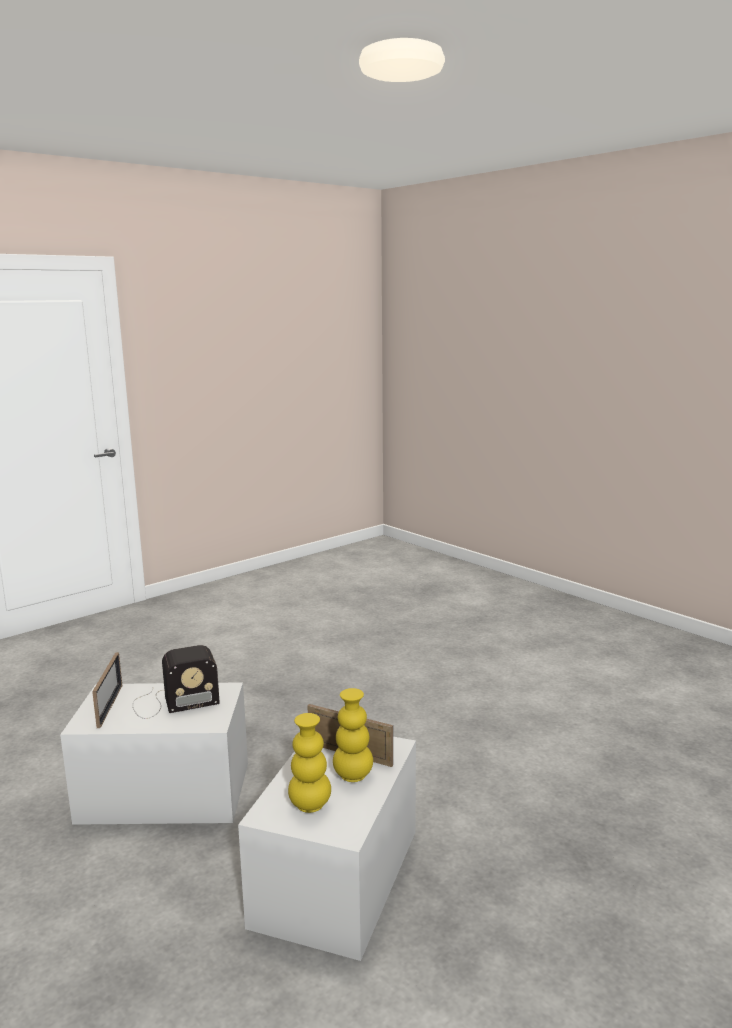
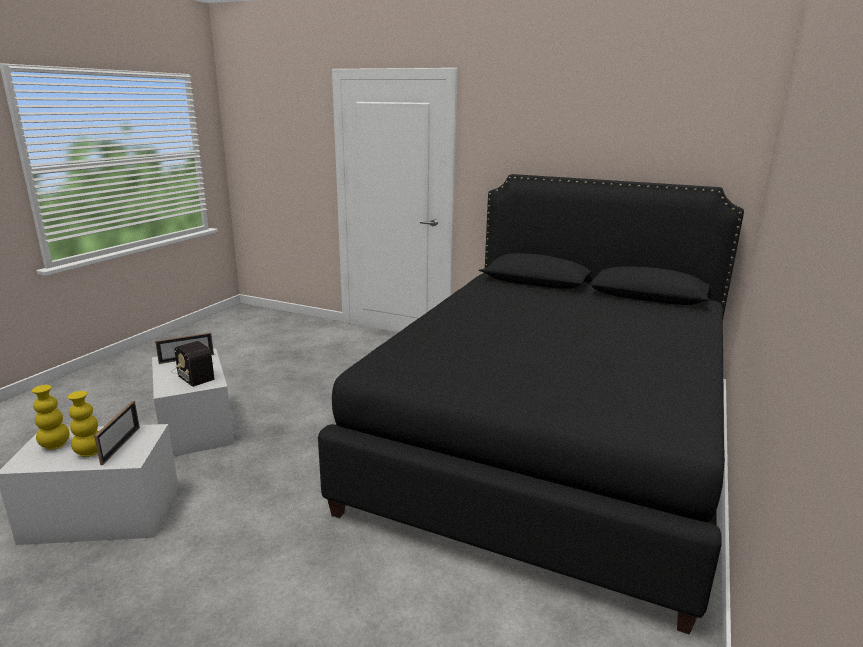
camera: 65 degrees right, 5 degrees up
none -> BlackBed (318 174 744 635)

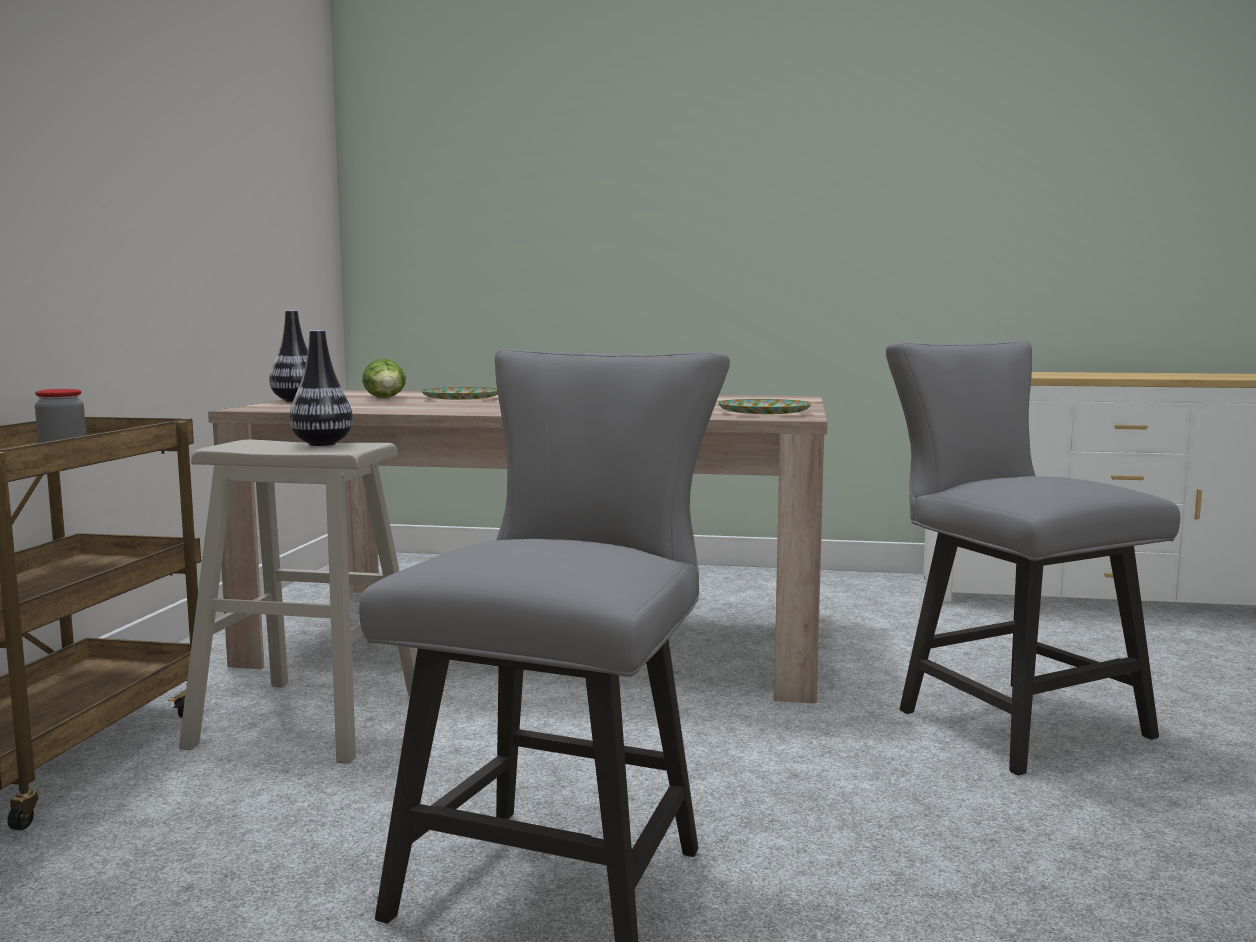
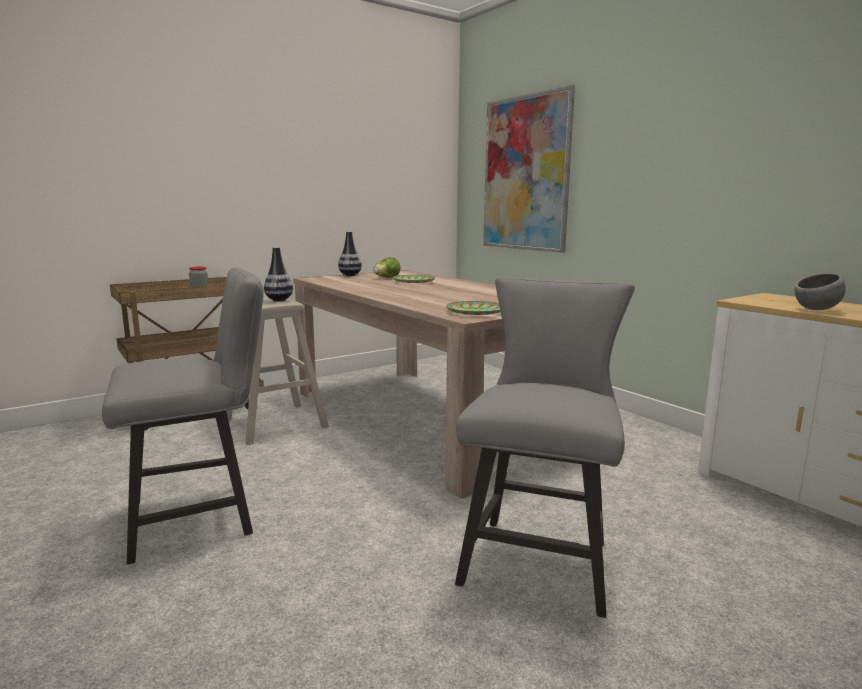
camera: 45 degrees right, 5 degrees up
none -> Picture (483 85 575 253)
none -> GreyBowl (794 273 846 310)

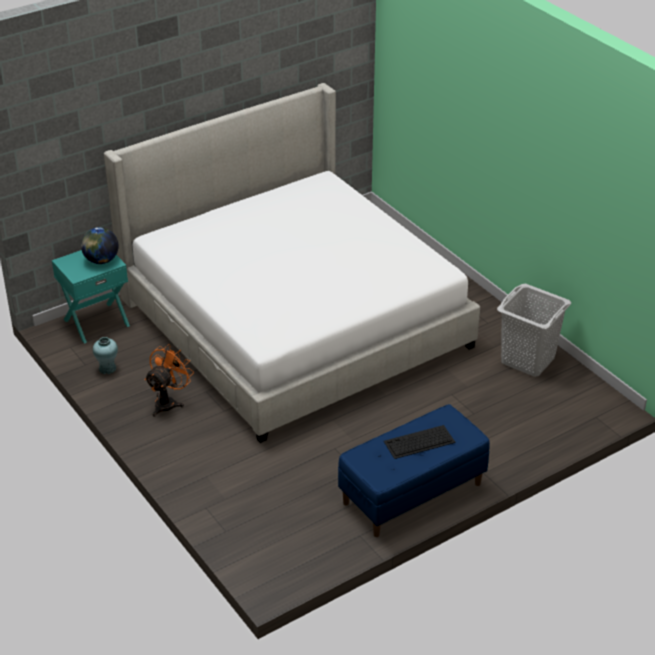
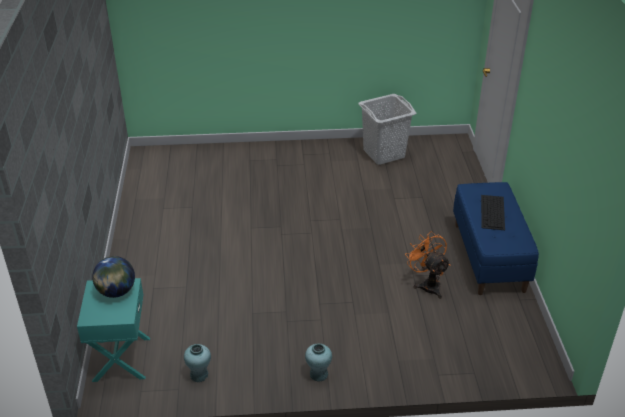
camera: 60 degrees left, 0 degrees up
Bed (104 83 480 443) -> none
none -> TurquoiseVase (305 343 332 382)
OrangeFan (144 344 194 417) -> OrangeFan (405 231 450 299), moved

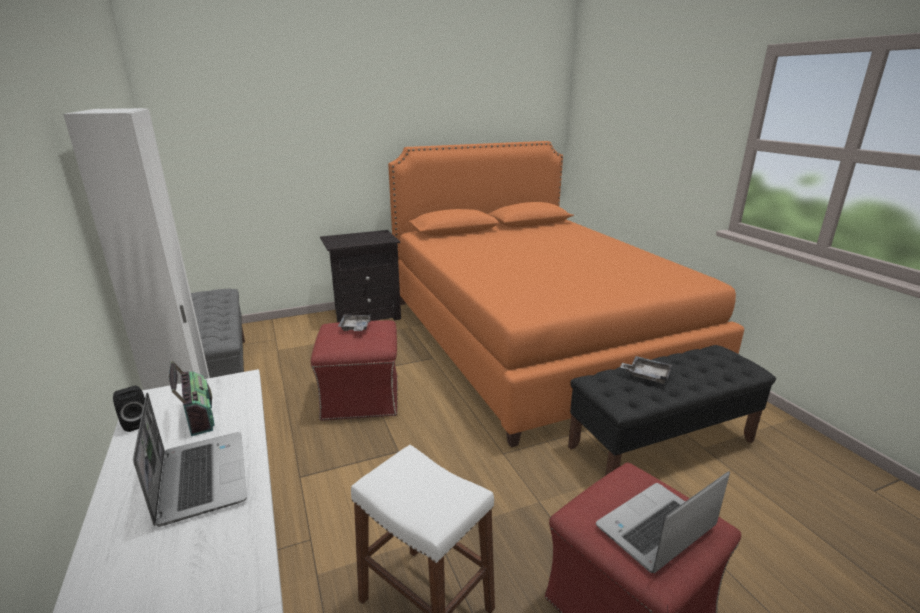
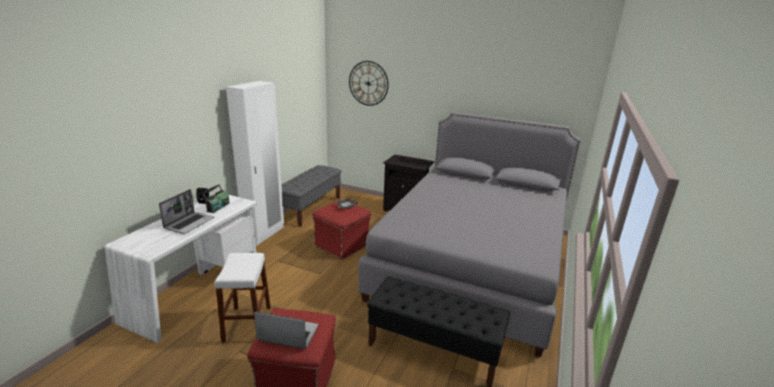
camera: 45 degrees right, 0 degrees up
GreyTray (620 356 672 384) -> none
none -> WallClock (349 61 389 106)
OrangeBed (388 141 744 447) -> GreyBed (358 112 581 357)

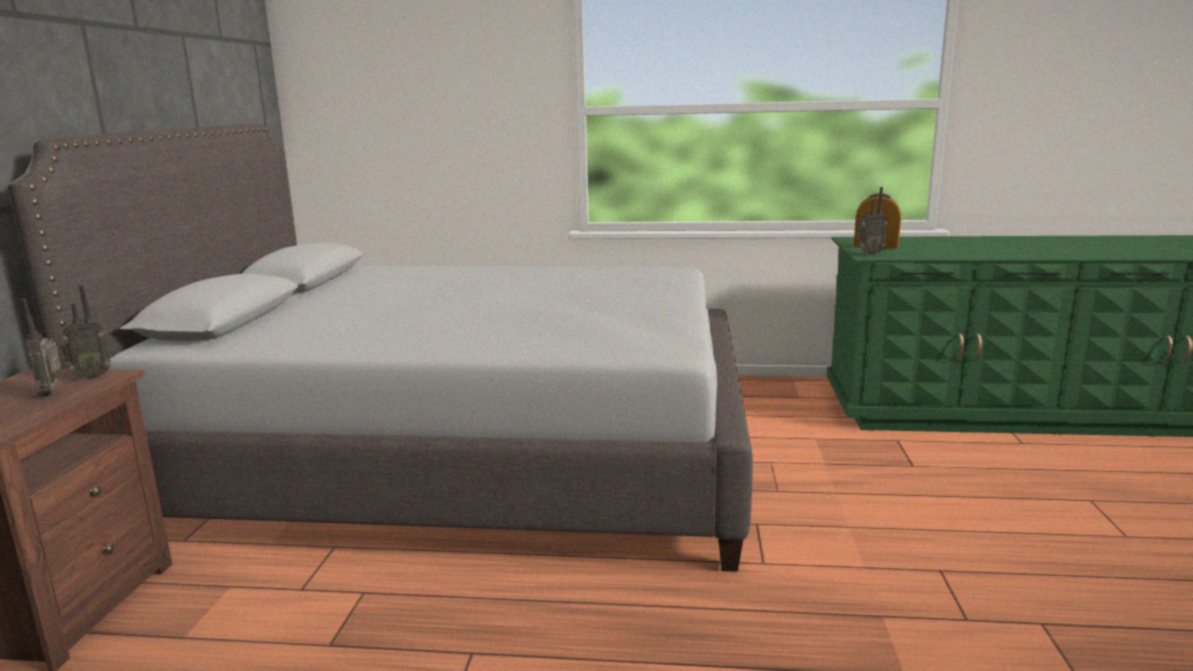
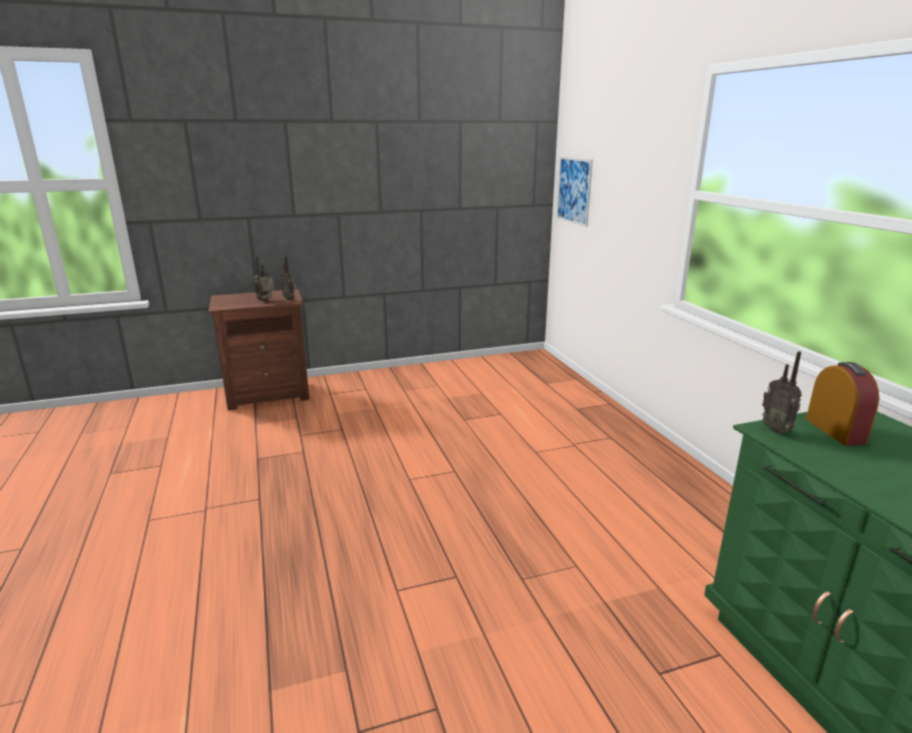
camera: 65 degrees right, 5 degrees up
GreyBed (7 124 753 572) -> none
none -> Picture (556 157 593 227)

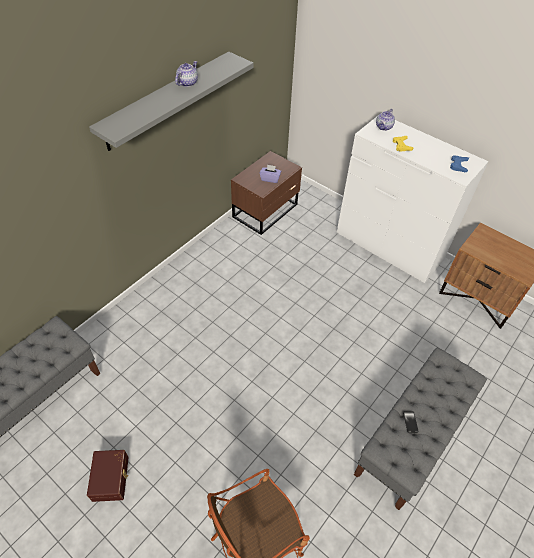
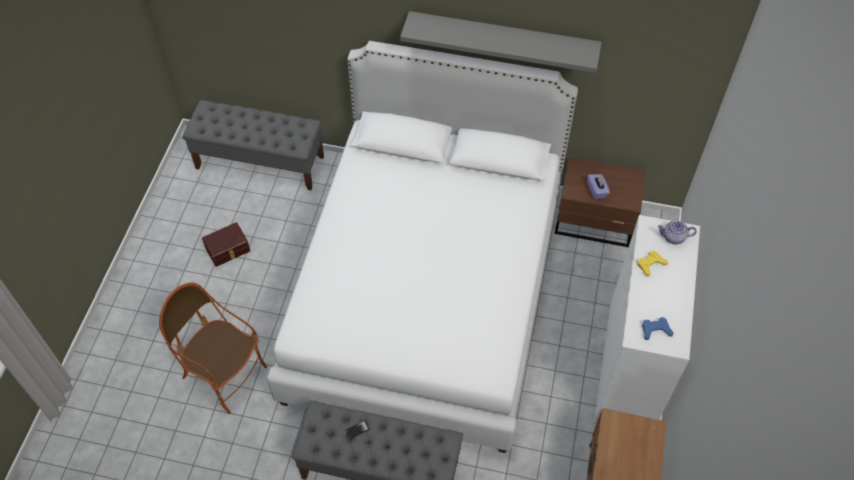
camera: 65 degrees right, 5 degrees up
Teapot (175 61 198 87) -> none
none -> WhiteBed (267 41 578 453)

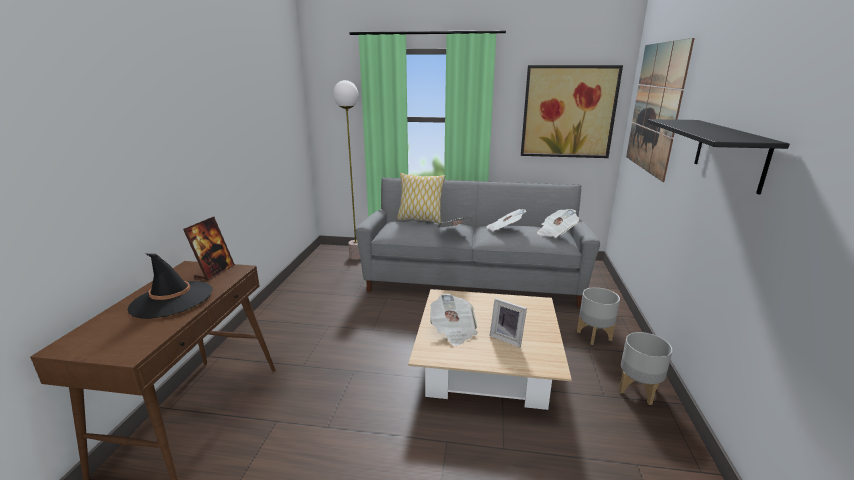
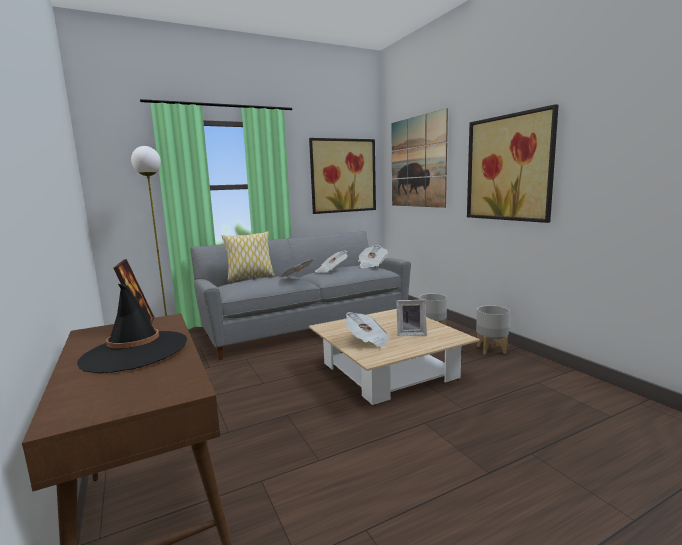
camera: 35 degrees left, 10 degrees down
BlackShelf (647 119 789 195) -> Picture (467 104 559 223)

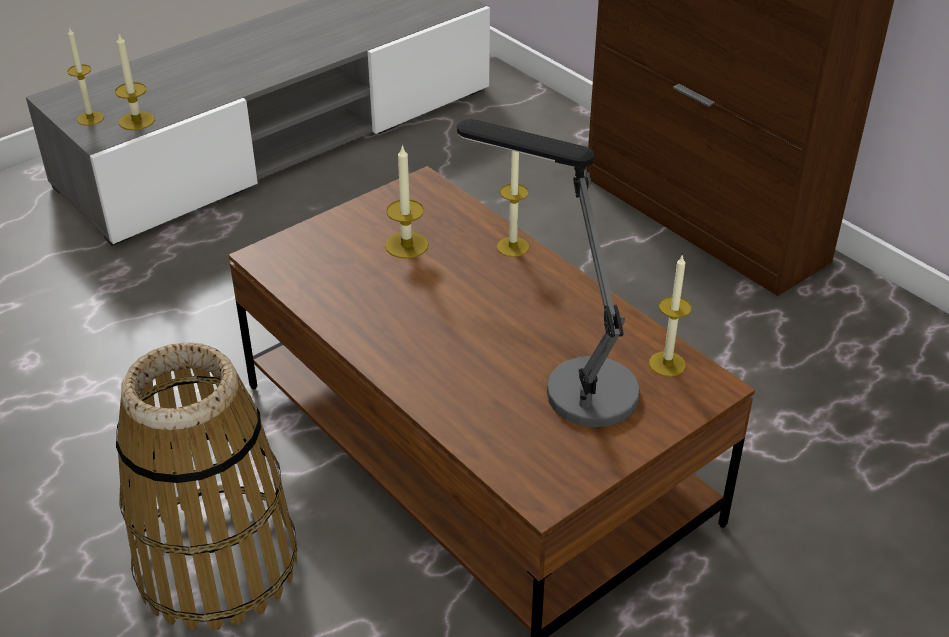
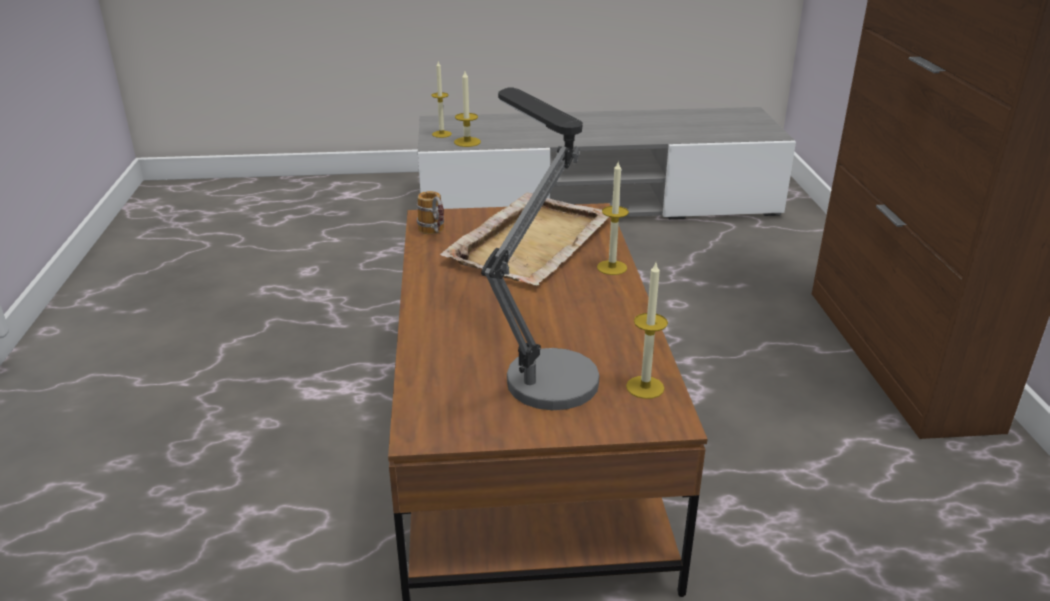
camera: 35 degrees right, 10 degrees down
Basket (116 342 297 630) -> none
none -> Mug (417 191 444 234)
Candle (385 145 429 259) -> BeigeTray (440 193 608 286)

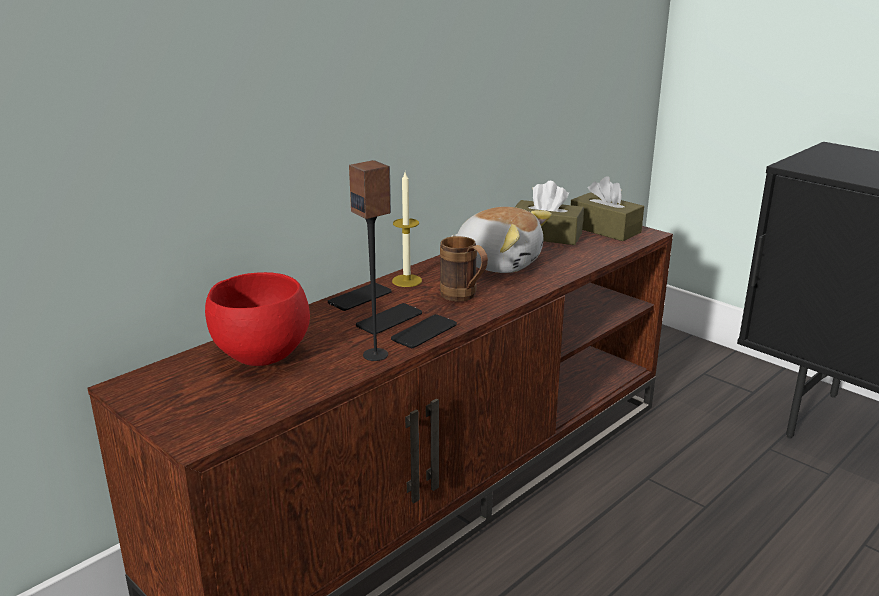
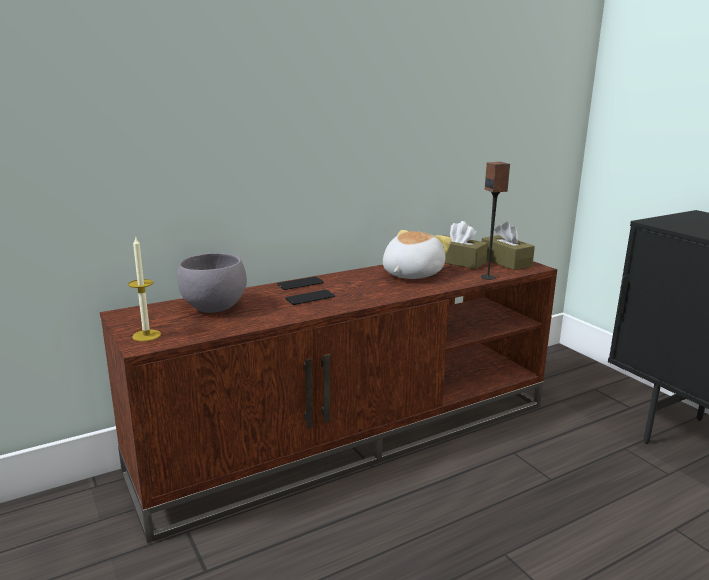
camera: 15 degrees right, 5 degrees down
Phone (391 314 457 348) -> none
BrownMug (440 236 488 302) -> none
Speaker (349 160 391 361) -> Speaker (481 162 510 280), moved
Candle (392 172 422 287) -> Candle (128 236 161 341), moved
RedBowl (205 272 310 366) -> GreyBowl (177 253 247 313)
PlushToy (451 207 552 273) -> PlushToy (383 230 452 279), 105 degrees counterclockwise

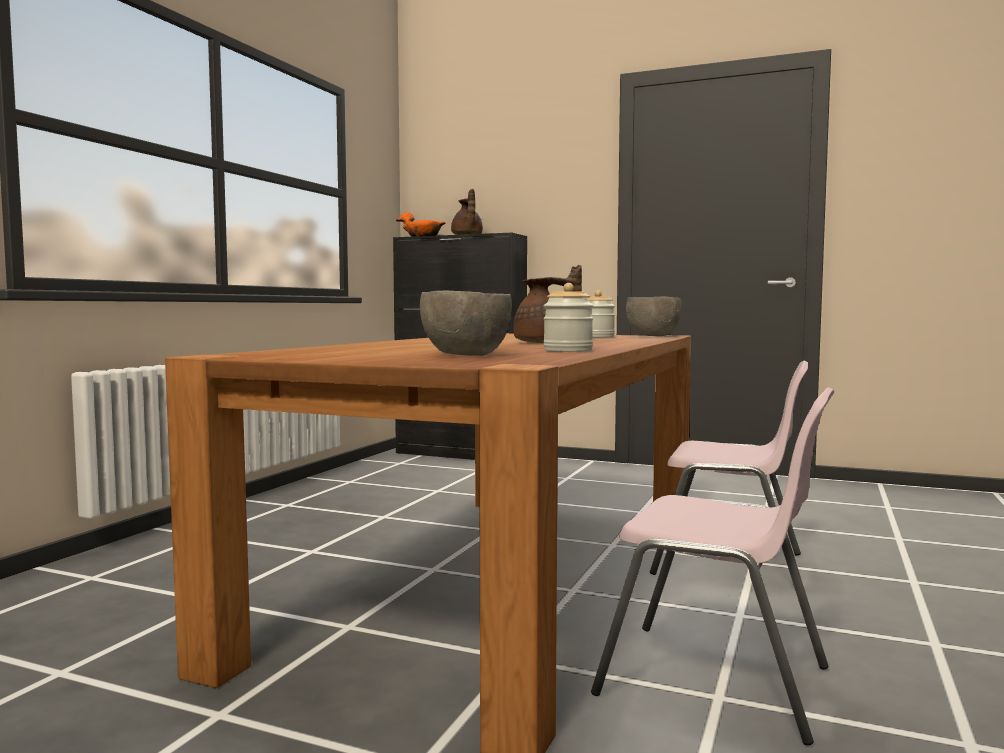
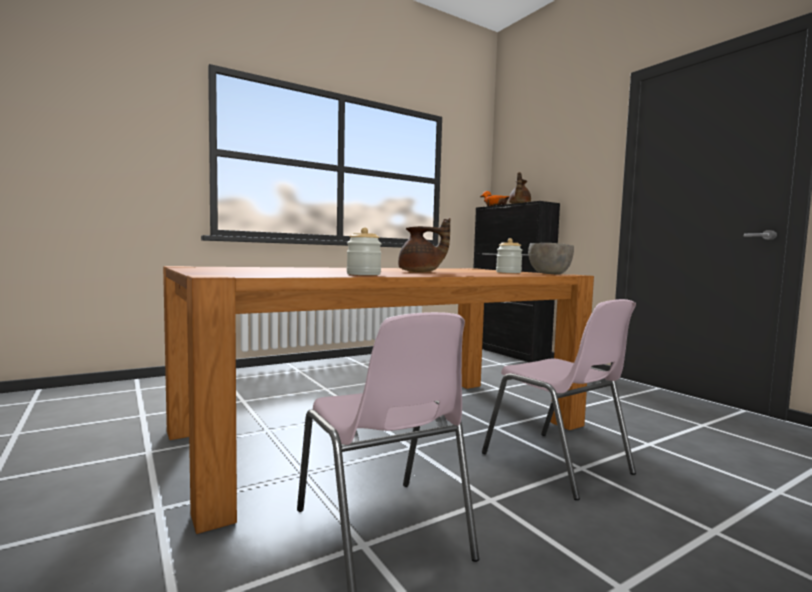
camera: 35 degrees right, 0 degrees up
GreyBowl (420 291 512 356) -> none

